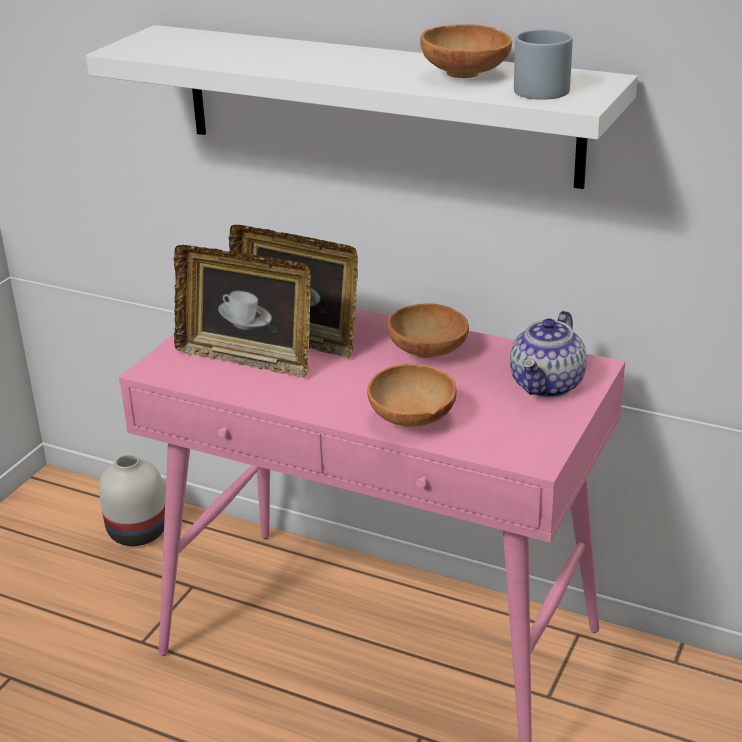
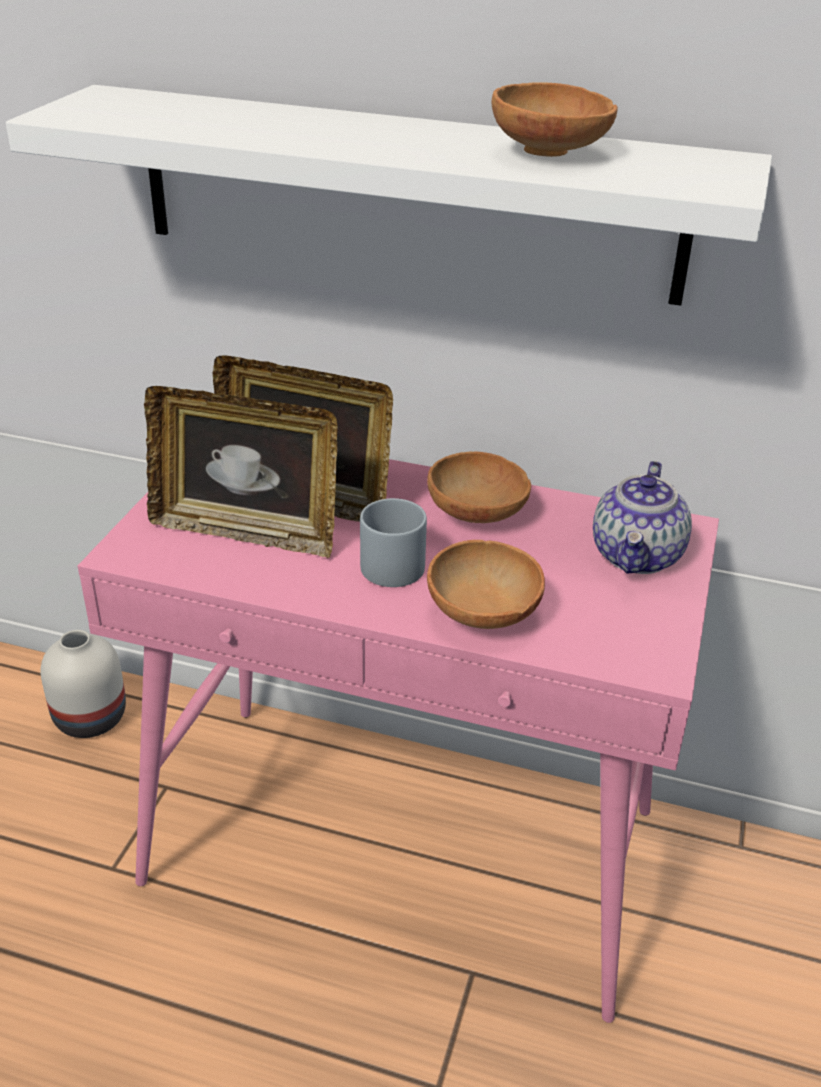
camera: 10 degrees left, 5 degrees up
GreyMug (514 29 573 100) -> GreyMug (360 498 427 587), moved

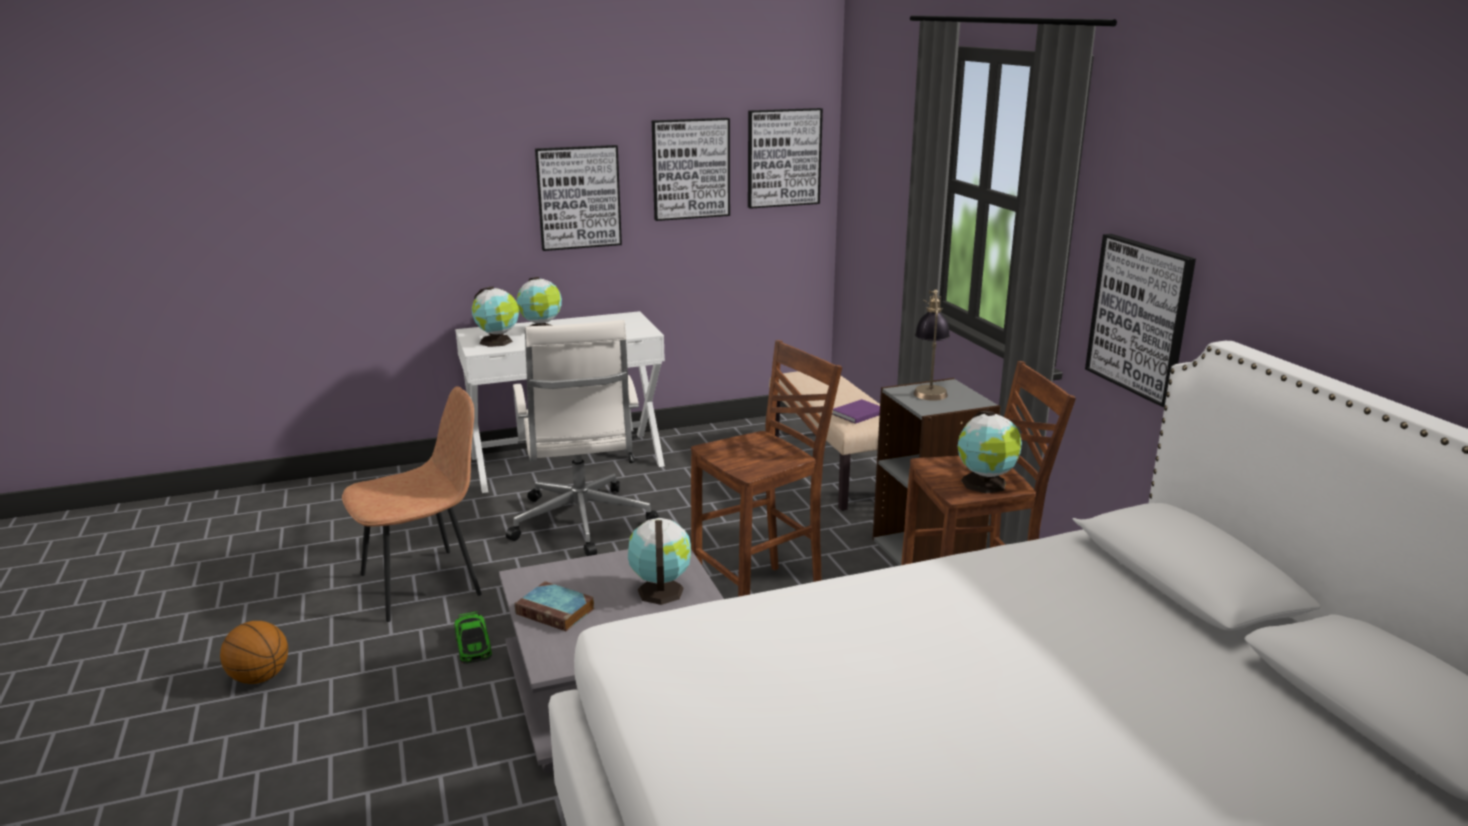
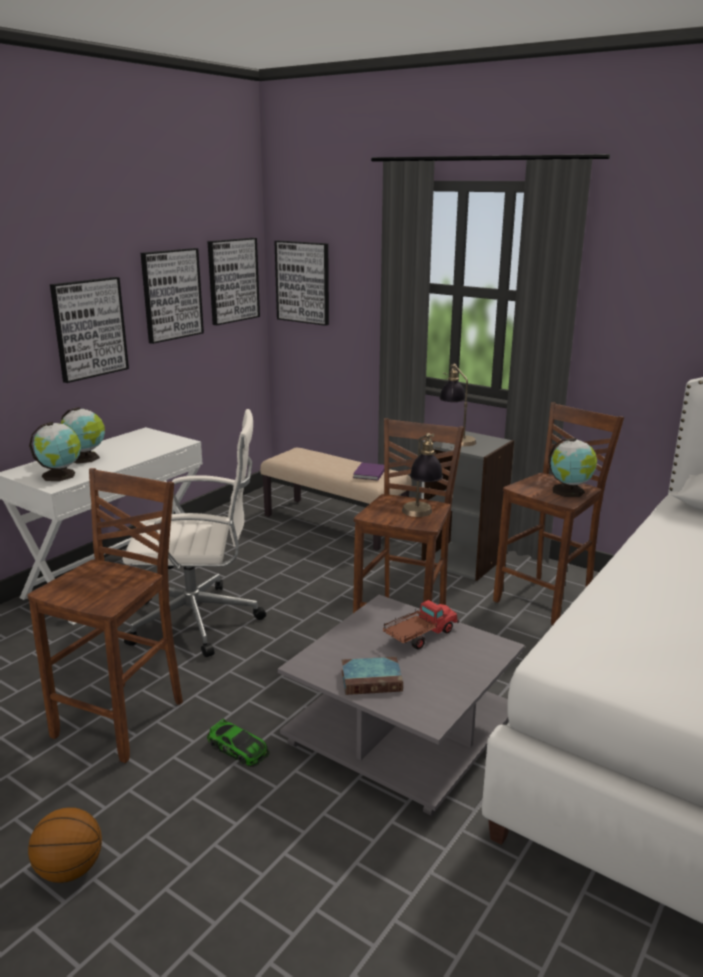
camera: 35 degrees left, 0 degrees up
none -> TableLamp (402 433 443 517)
Picture (1085 234 1196 407) -> Picture (274 241 329 326), moved
BrownChair (342 386 482 622) -> BrownStool (27 468 183 763)
Globe (628 518 691 605) -> ToyTruck (383 600 459 649)
WhiteOfficeChair (506 320 660 556) -> WhiteOfficeChair (122 409 266 657), 45 degrees counterclockwise

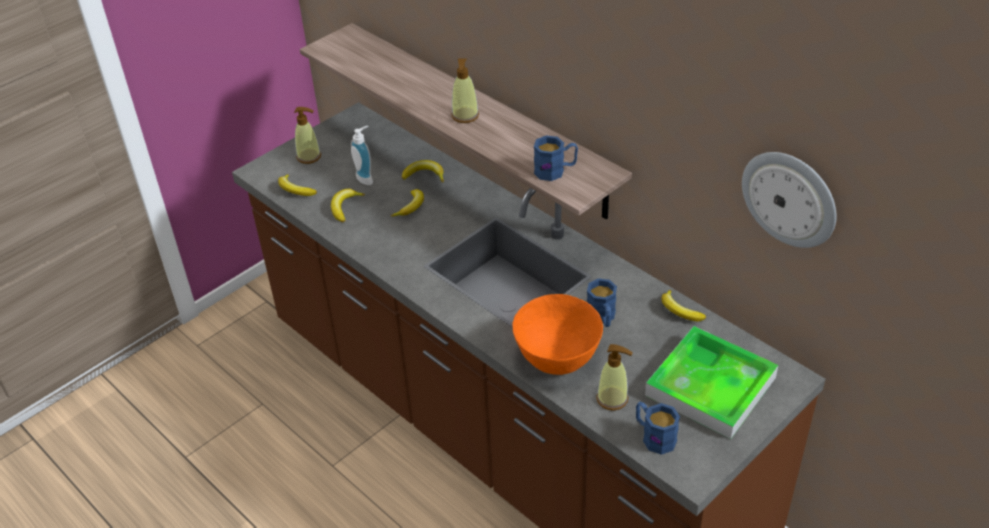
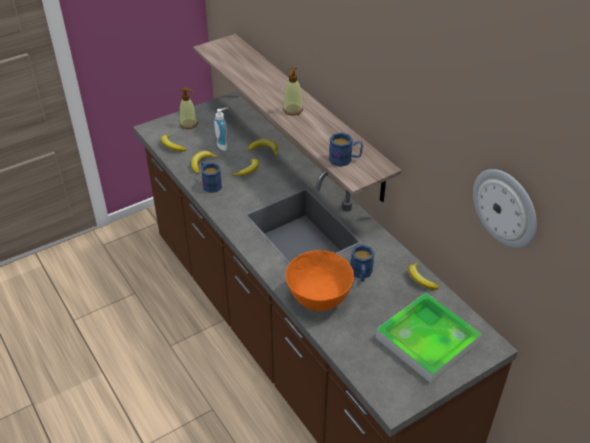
camera: 10 degrees right, 0 degrees up
SoapDispenser (596 344 633 411) -> none
BlueMug (636 402 680 455) -> BlueMug (201 161 222 193), moved

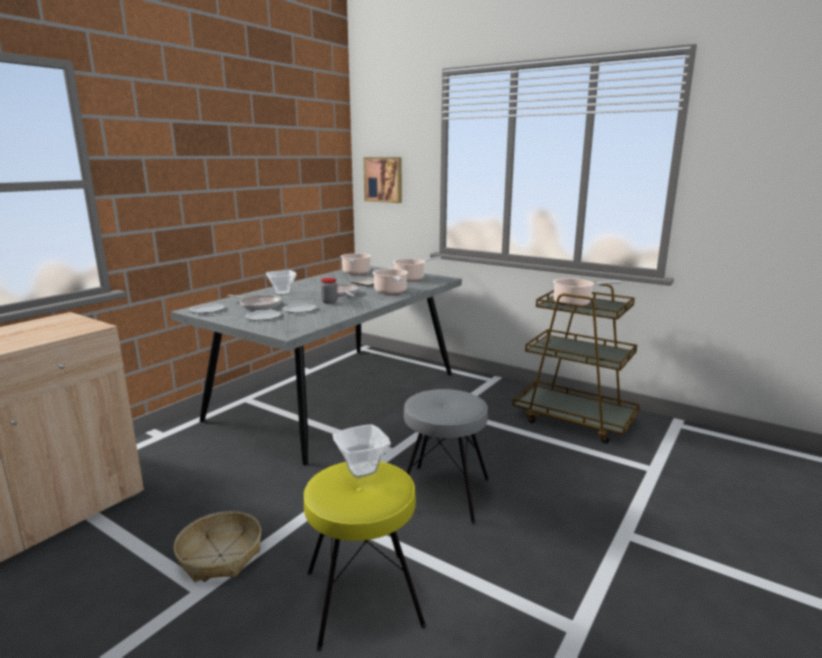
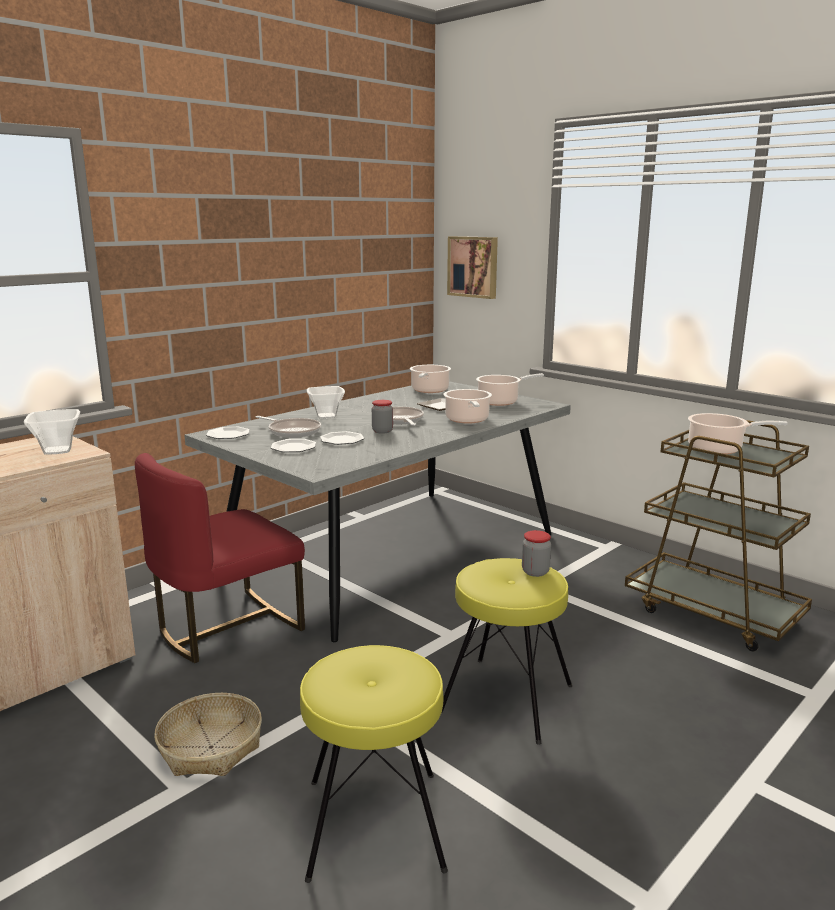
camera: 10 degrees right, 0 degrees up
none -> RedChair (135 453 305 663)
none -> Jar (522 530 551 577)
Bowl (332 424 391 478) -> Bowl (24 409 80 455), moved
GreyStool (404 389 489 524) -> YellowStool (442 558 572 745)

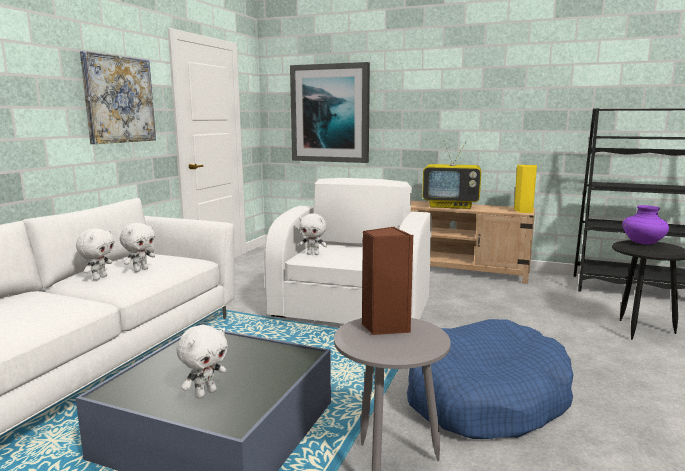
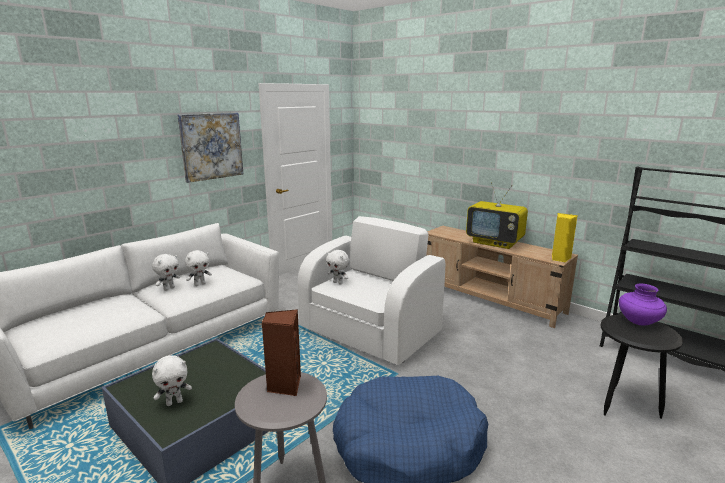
camera: 20 degrees right, 5 degrees up
Picture (290 62 370 163) -> none

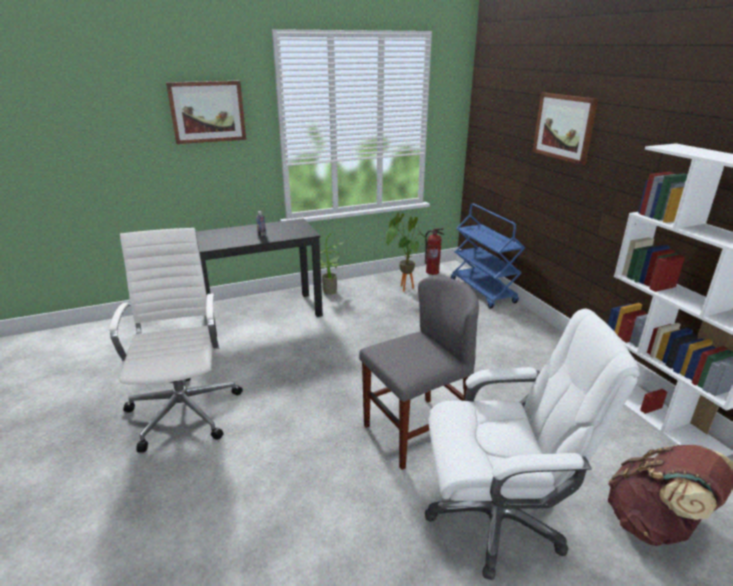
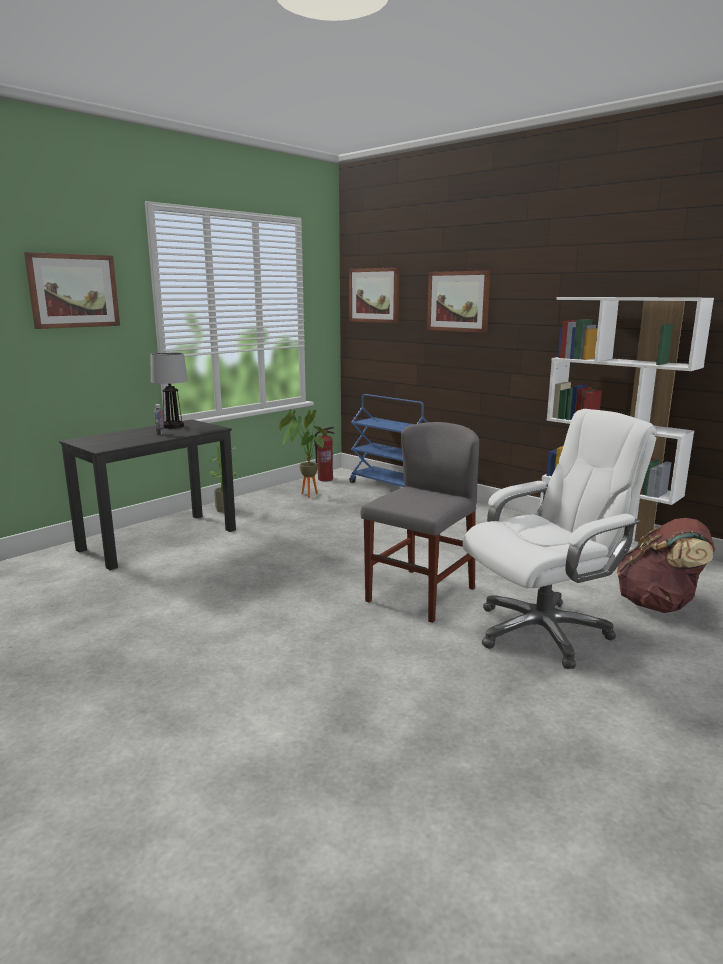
camera: 25 degrees left, 10 degrees down
WhiteOfficeChair (109 228 243 453) -> none
none -> TableLamp (151 352 188 429)
none -> Picture (349 267 399 323)

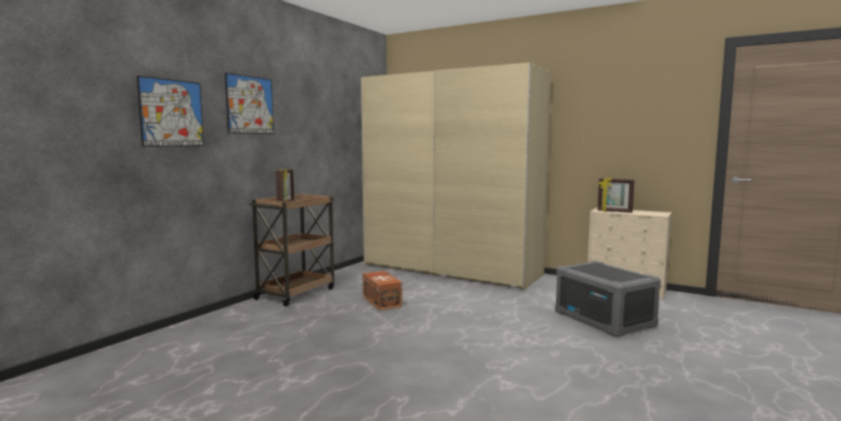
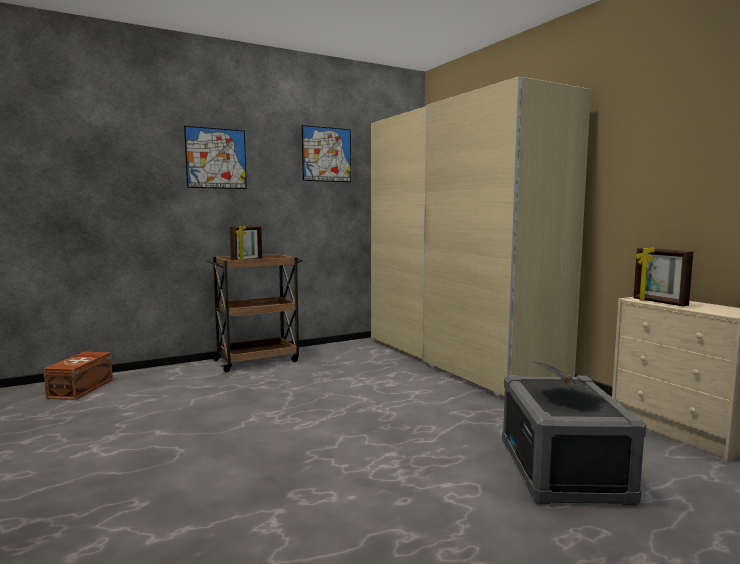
camera: 30 degrees right, 0 degrees up
none -> Newspaper (534 361 603 397)
Picture (137 76 204 147) -> Picture (302 125 351 182), moved
BrownStorageBox (362 271 402 310) -> BrownStorageBox (43 352 113 400), moved

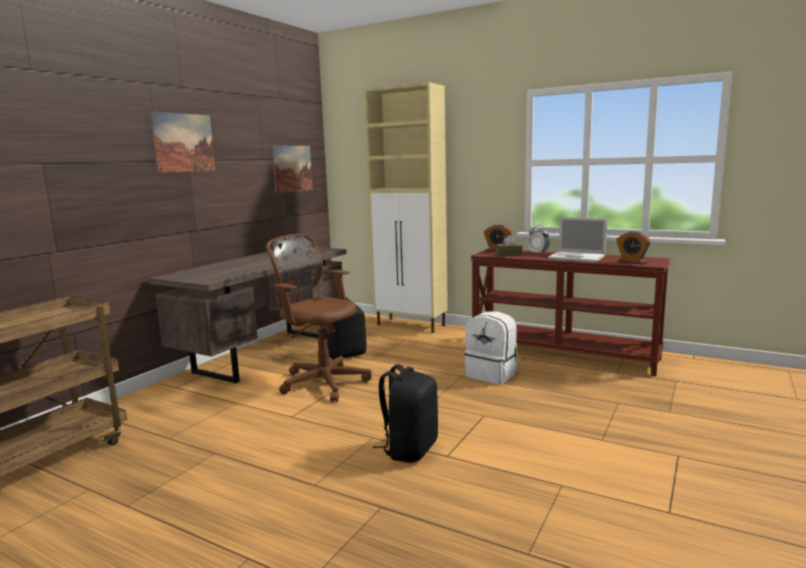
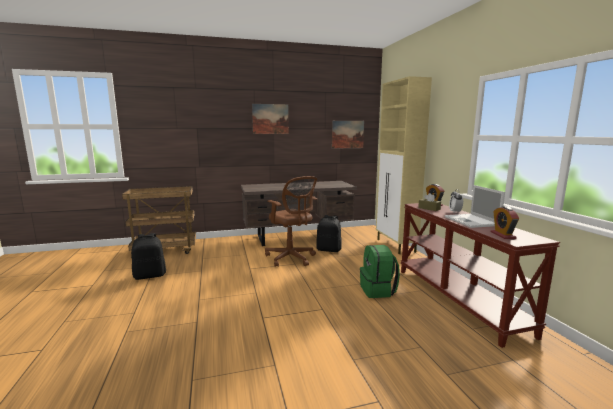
camera: 45 degrees right, 0 degrees up
BlackBackpack (373 364 438 463) -> BlackBackpack (131 233 166 280), moved
WhiteBackpack (464 311 518 384) -> GreenBackpack (360 245 400 298)
BrownOfficeChair (266 234 372 402) -> BrownOfficeChair (265 176 317 267), 150 degrees clockwise

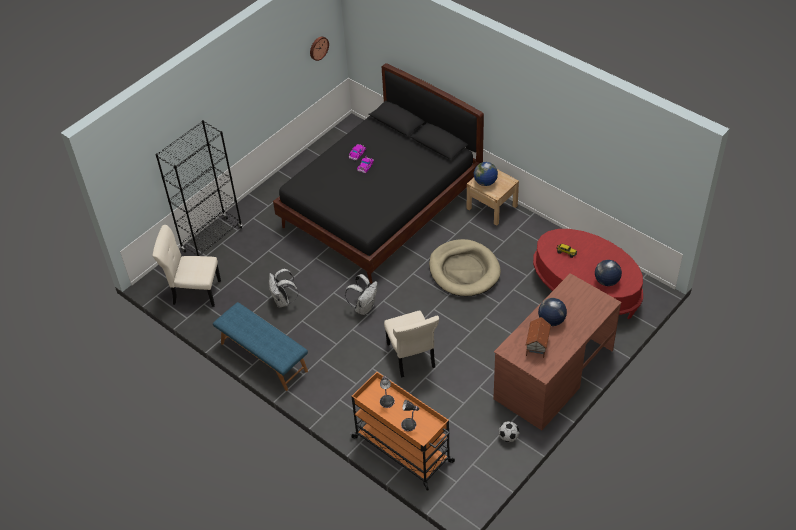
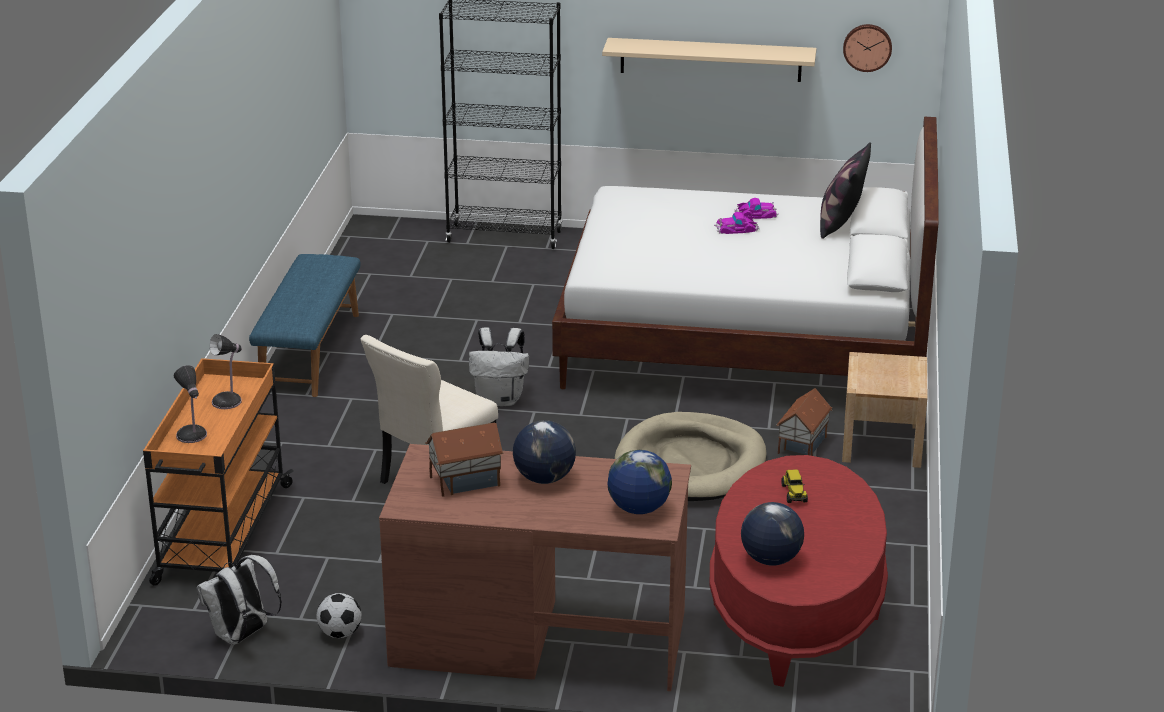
camera: 55 degrees right, 20 degrees down
BeigeChair (153 225 221 307) -> none
none -> BeigeShelf (602 38 816 82)
none -> ToyHouse (776 388 832 456)
none -> Pillow (820 142 871 239)
WhiteBackpack (269 269 299 308) -> WhiteBackpack (197 555 282 645), moved
Globe (474 162 498 186) -> Globe (607 450 672 514), moved
BlackBed (273 63 484 284) -> WhiteBed (552 117 939 389)

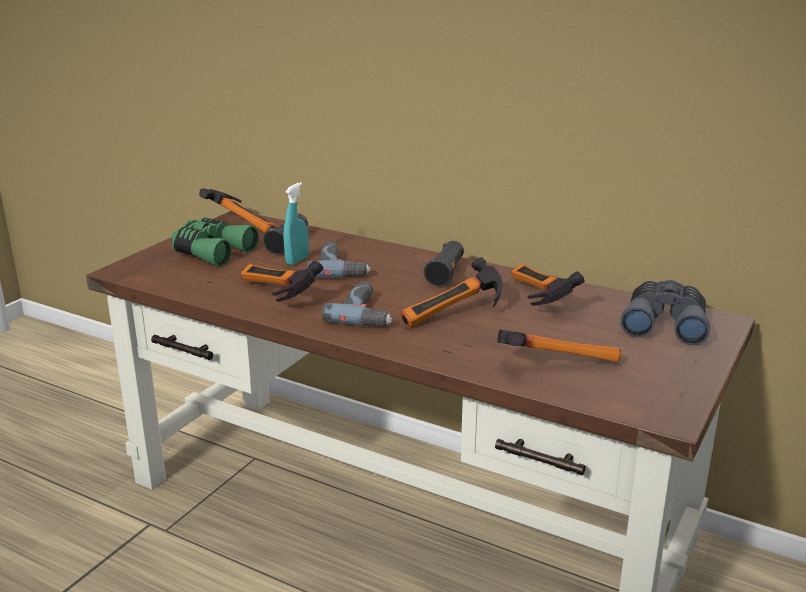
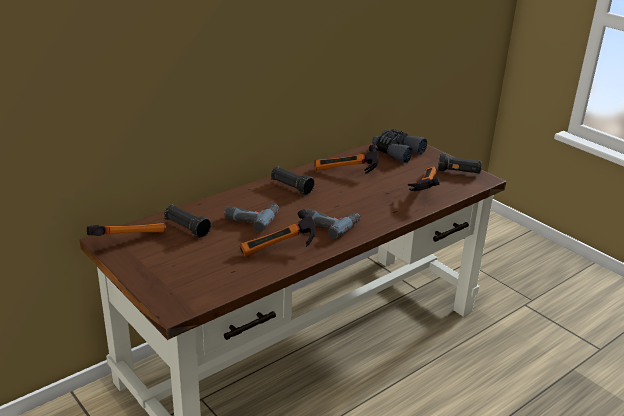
camera: 70 degrees left, 5 degrees up
GreenBinoculars (171 218 259 267) -> none
TurquoiseSprayBottle (283 182 309 265) -> none
Hammer (400 257 503 328) -> none
none -> BlackFlashlight (438 153 482 174)

